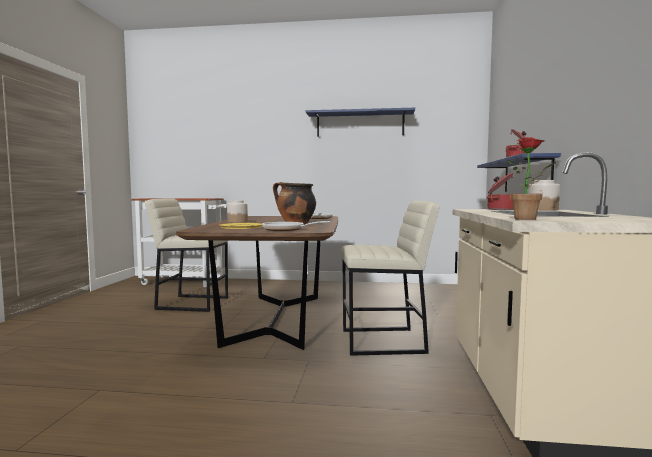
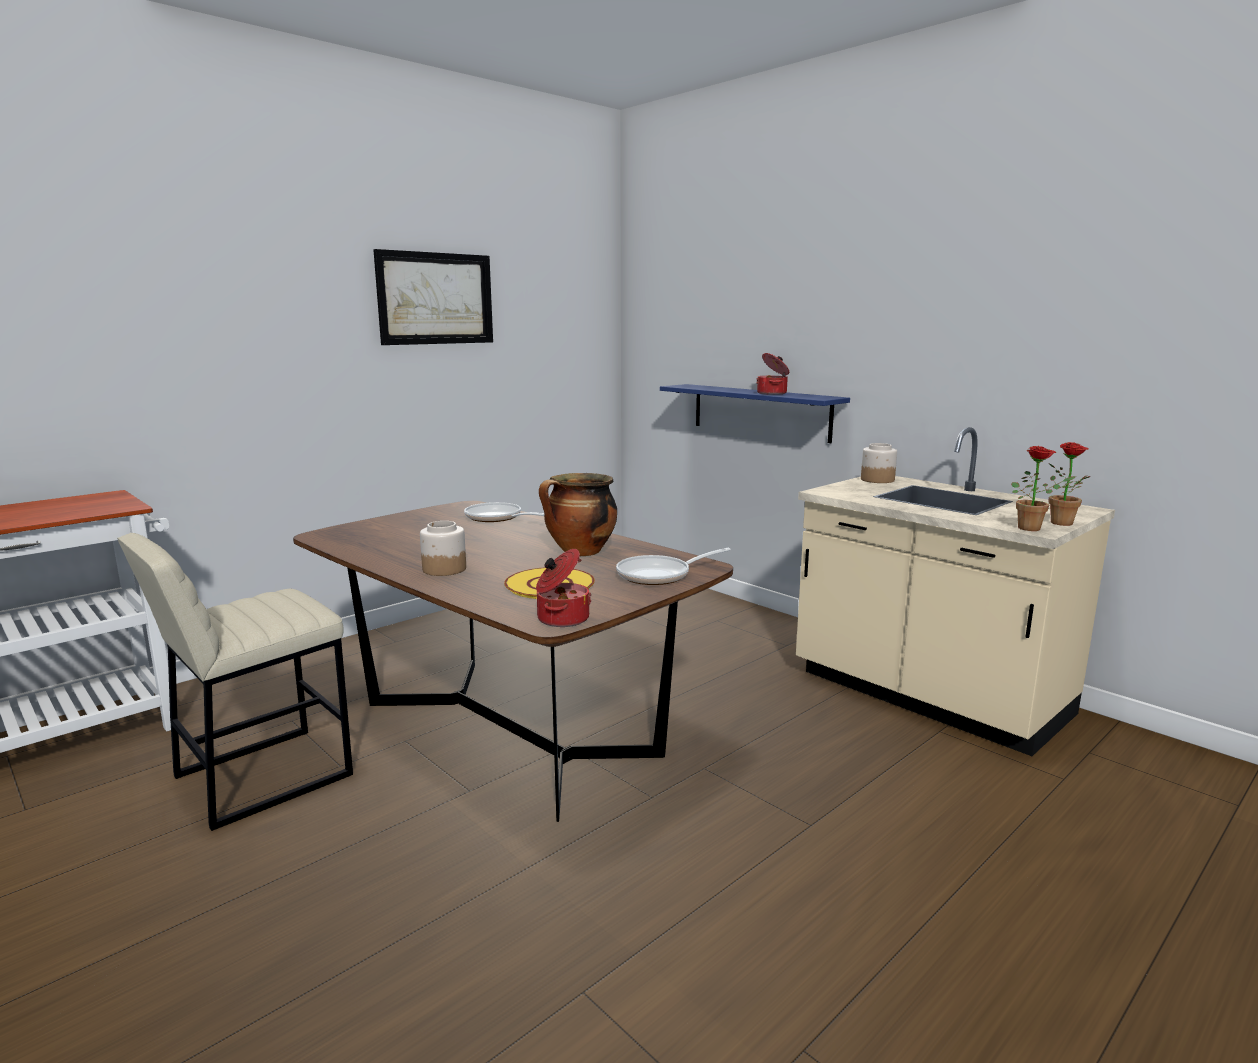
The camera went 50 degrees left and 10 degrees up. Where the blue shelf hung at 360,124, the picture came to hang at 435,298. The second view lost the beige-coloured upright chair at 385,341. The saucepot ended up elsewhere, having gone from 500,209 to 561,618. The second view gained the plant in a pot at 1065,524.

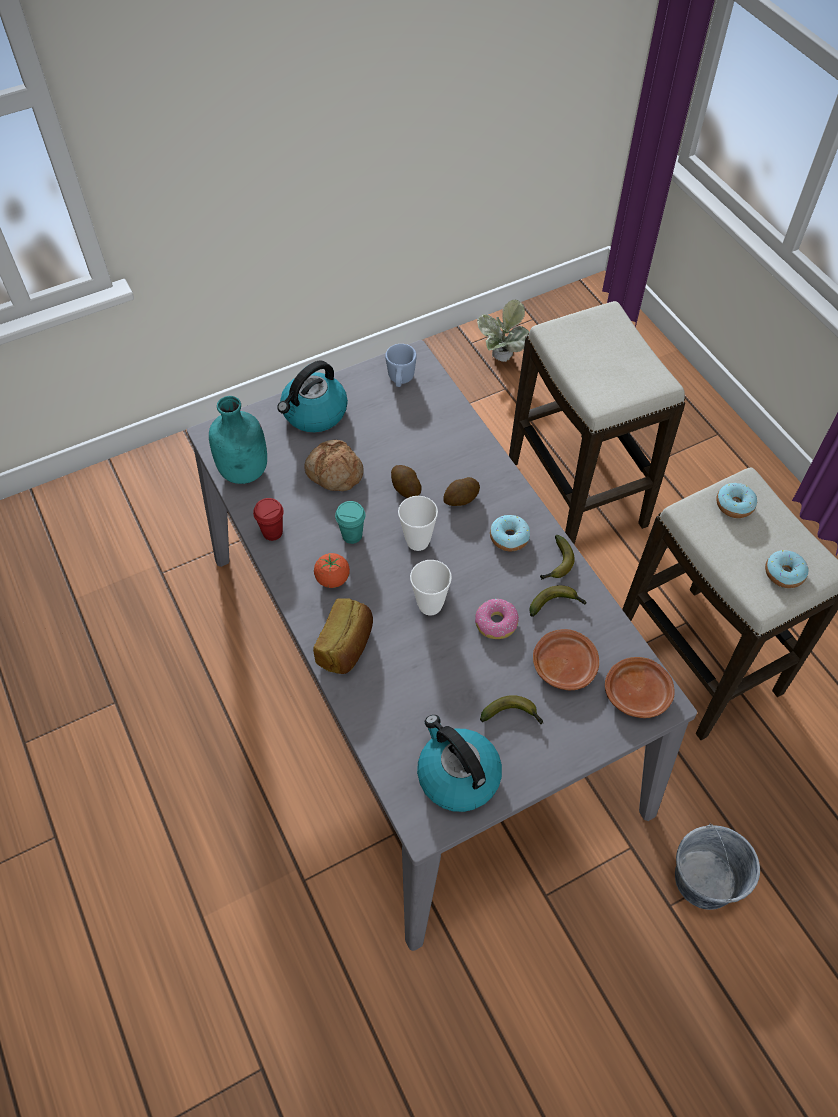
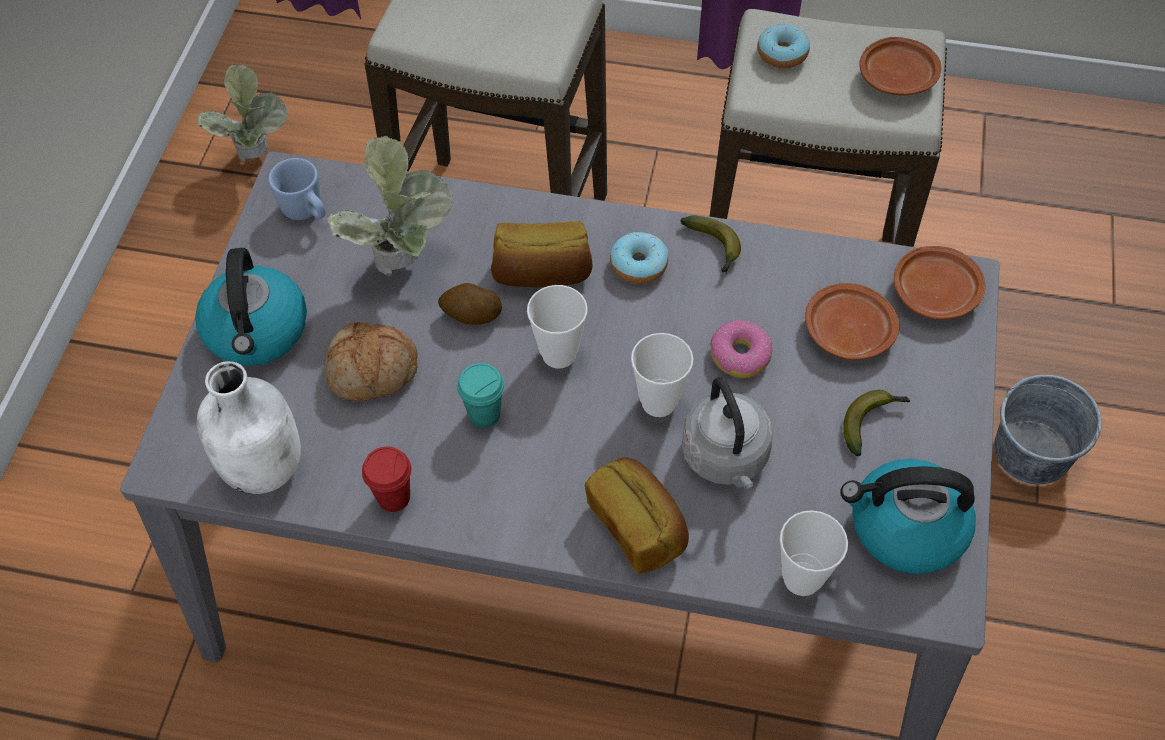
The camera went 50 degrees left and 0 degrees up. What was the turquoise bottle at 245,471 turned into the white bottle at 265,466. The second view lost the fresh tomato at 332,579. Where the potato stood at 461,499, the baked bread came to stand at 542,273. The second view lost the whole banana at 557,604. Where the donut stood at 784,573, the brown dinner plate came to stand at 897,77. The second view gained the plant in a pot at 405,268. The second view gained the grey water kettle at 726,458. The second view gained the cup at 802,578.

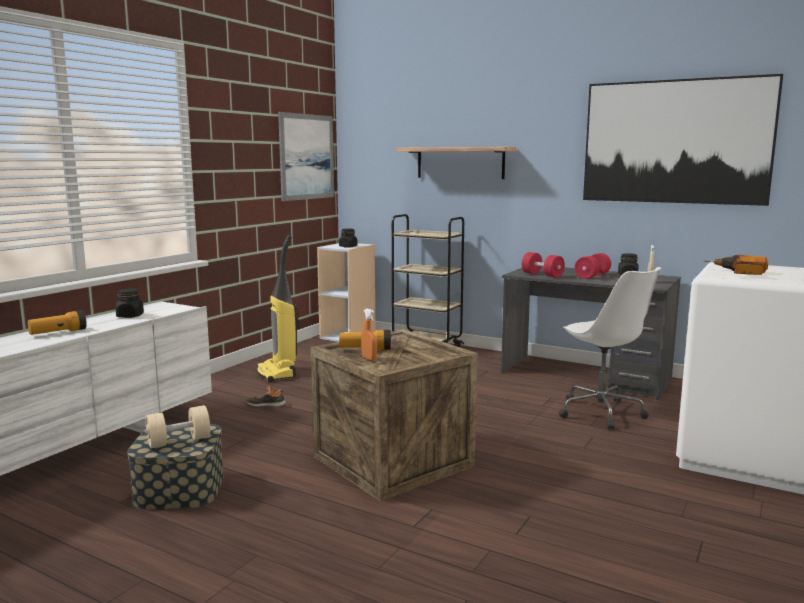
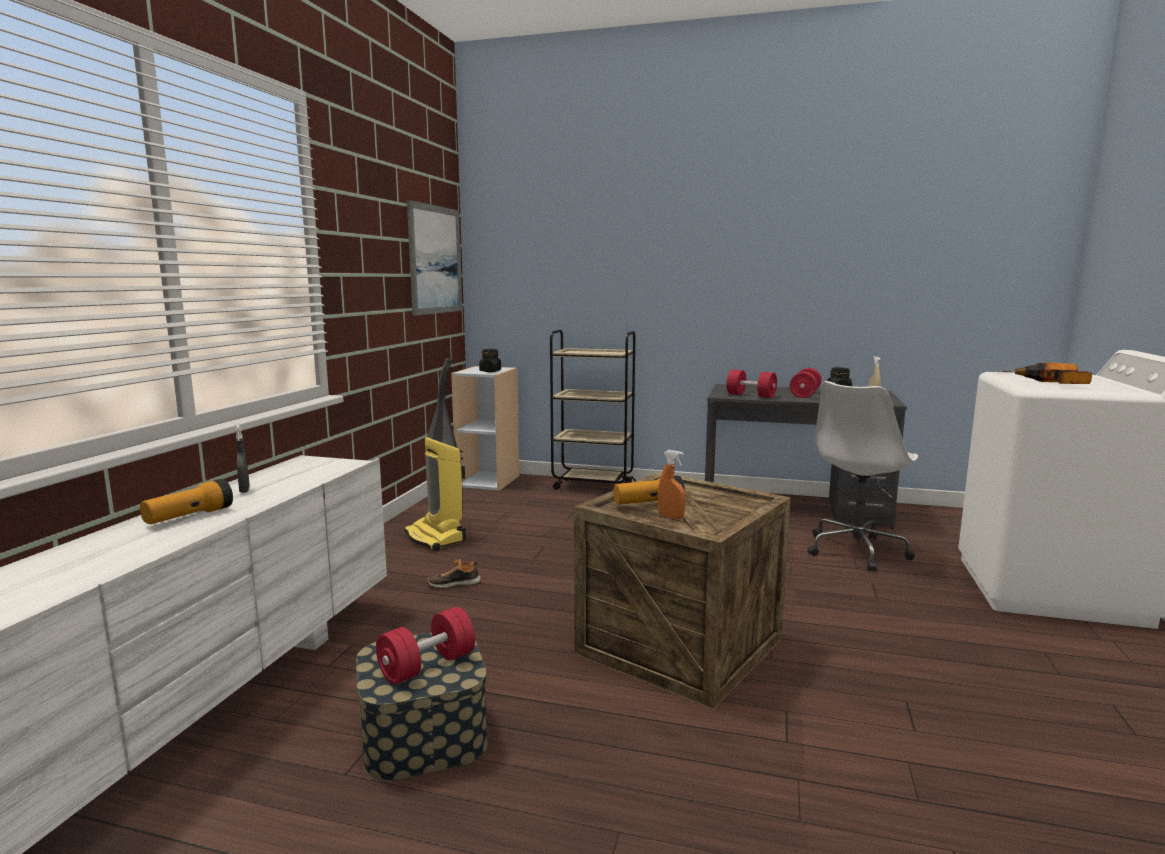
The camera went 15 degrees left and 0 degrees up. The second view lost the black-coloured jar at 130,316. What was the beige-coloured dumbbell at 179,441 turned into the red-coloured dumbbell at 427,666. The second view lost the shelf at 460,163. The white computer chair at 602,413 ended up facing another way, 90 degrees clockwise from before. The second view lost the picture at 675,142. The second view gained the grey spray bottle at 244,490.

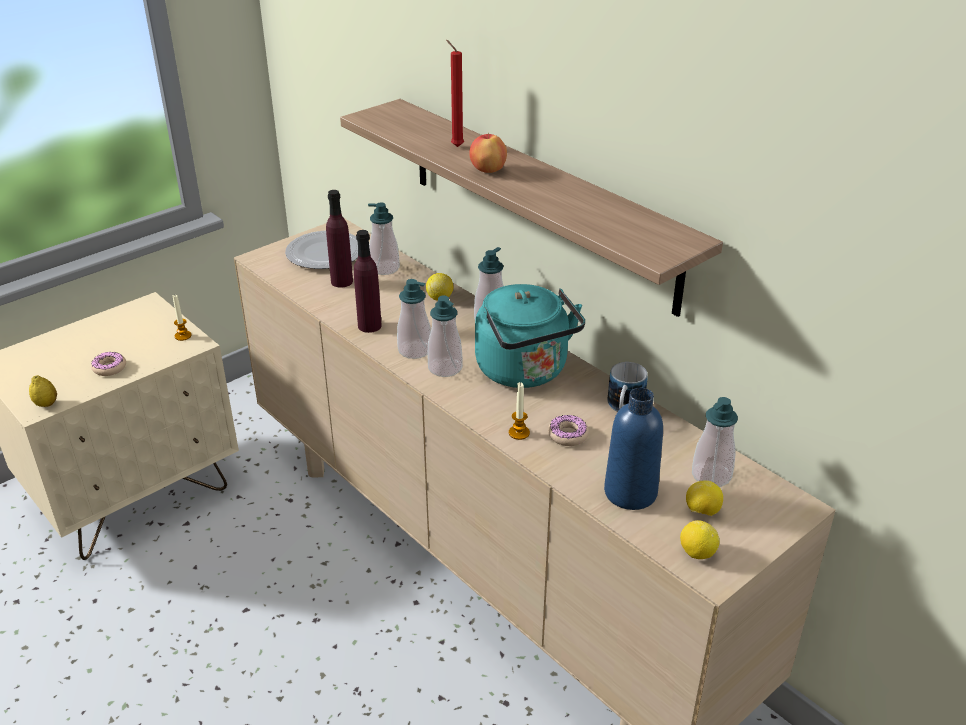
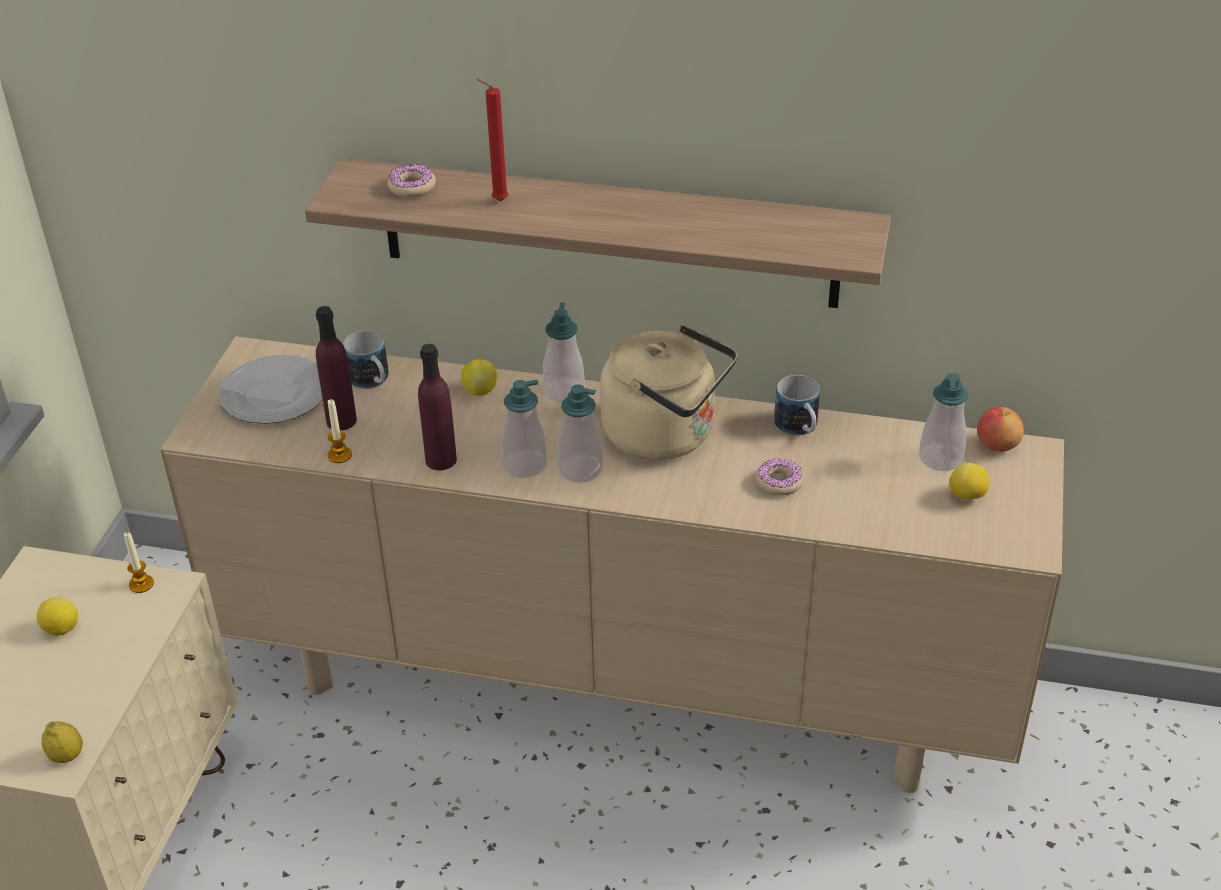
The camera went 35 degrees left and 5 degrees up. The donut ended up elsewhere, having gone from 109,368 to 412,187. Where the soap bottle stood at 384,268, the coffee mug came to stand at 372,382. The whole apple ended up elsewhere, having gone from 488,170 to 996,445. What was the turquoise water kettle at 525,372 turned into the beige-coloured water kettle at 666,435. The wax light ended up elsewhere, having gone from 519,433 to 339,455. The second view lost the blue bottle at 630,492. The citrus fruit ended up elsewhere, having gone from 696,553 to 61,629.

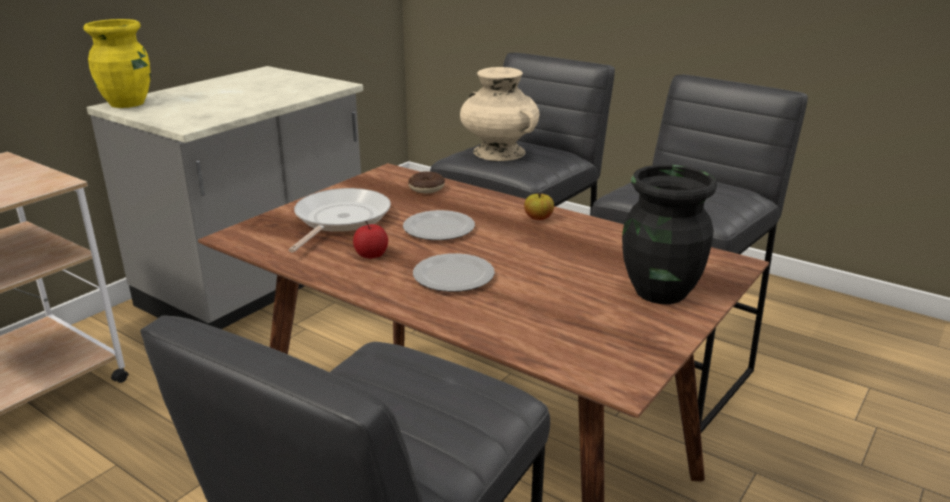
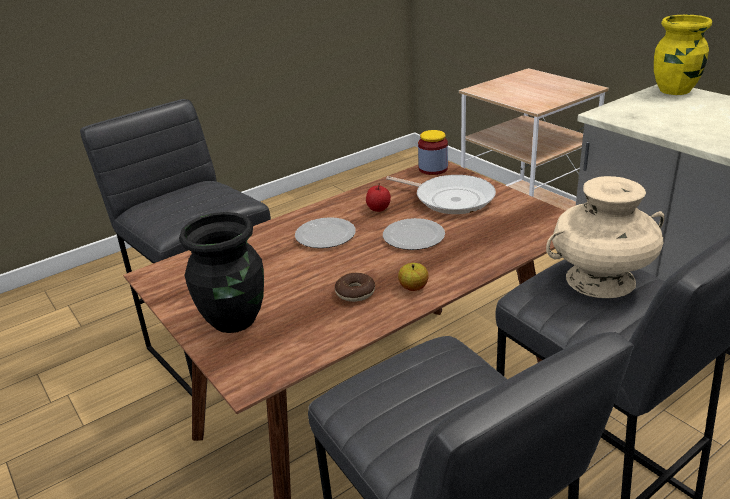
The camera went 110 degrees right and 5 degrees up. The donut ended up elsewhere, having gone from 426,188 to 355,293. The second view gained the jar at 433,169.

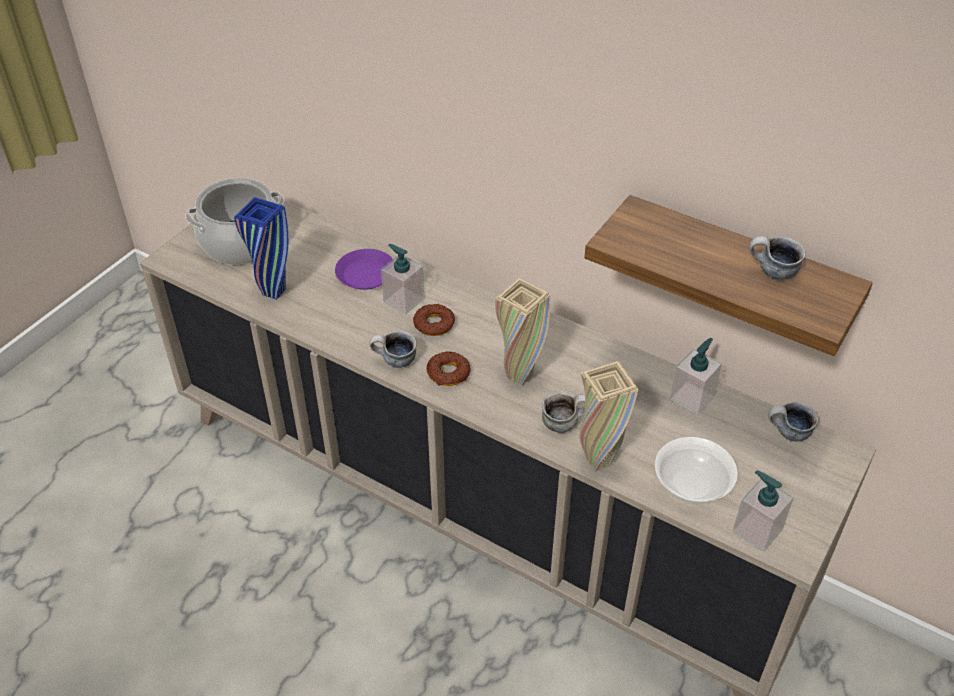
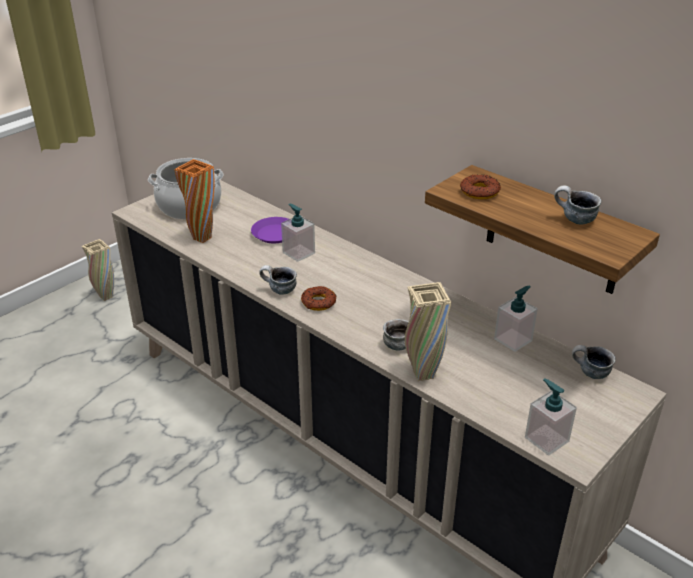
The camera went 10 degrees right and 10 degrees down. What was the blue flower vase at 274,292 turned into the orange flower vase at 202,238. The donut ended up elsewhere, having gone from 434,324 to 479,192. The beige-coloured flower vase ended up elsewhere, having gone from 519,377 to 106,297. The second view lost the serving bowl at 692,483.

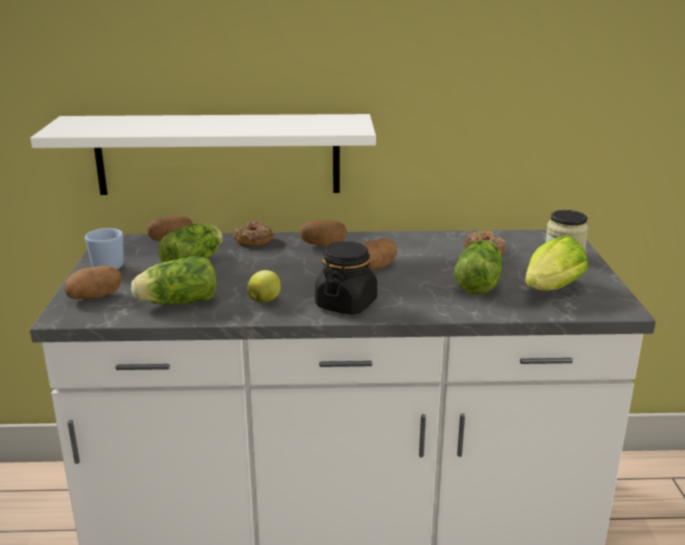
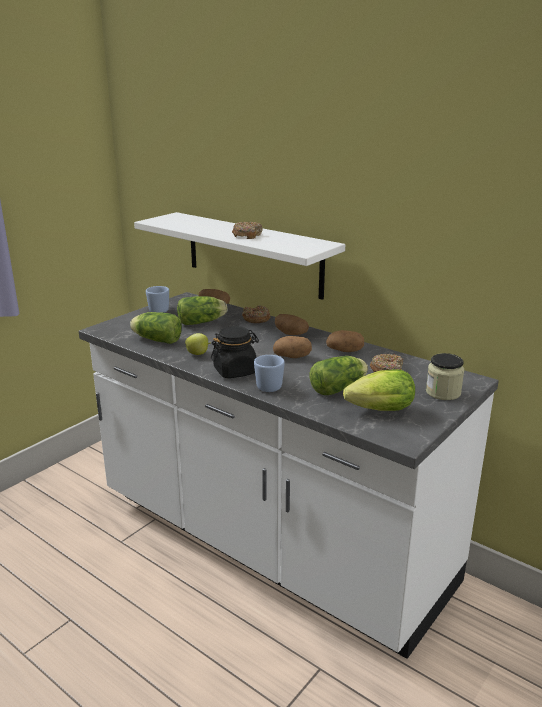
The camera went 40 degrees right and 0 degrees up. The potato ended up elsewhere, having gone from 95,296 to 345,351. The second view gained the donut at 247,235. The second view gained the blue coffee mug at 270,385.

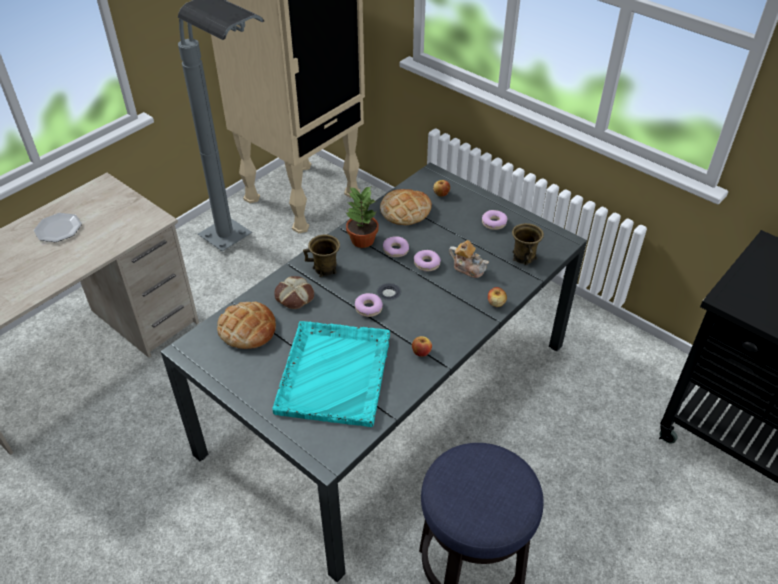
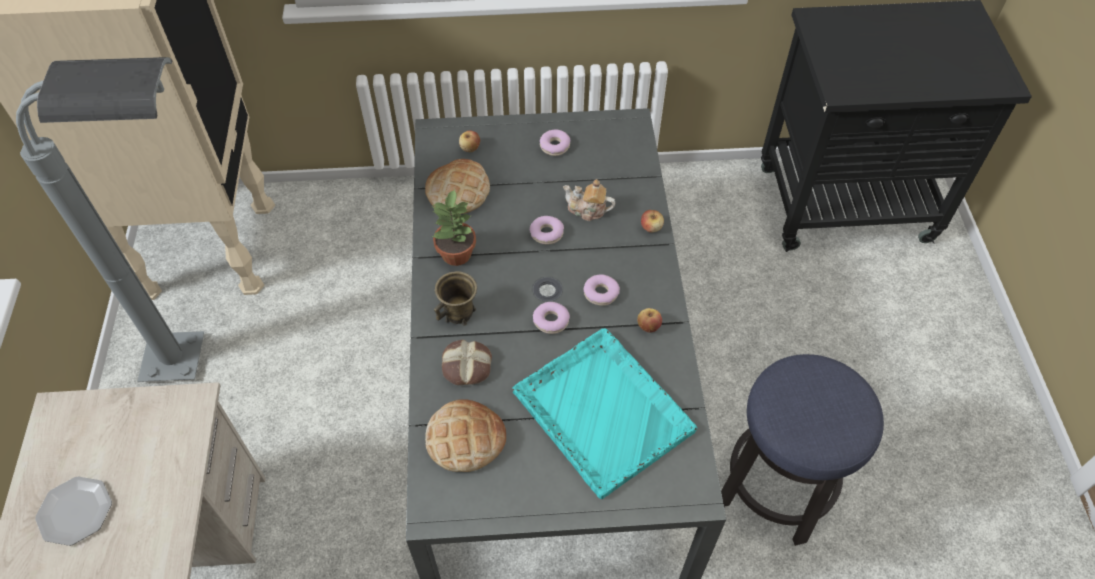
The camera went 45 degrees left and 10 degrees up. The donut ended up elsewhere, having gone from 395,250 to 601,293. The pot for tea at 468,268 ended up facing another way, 150 degrees counterclockwise from before. The second view lost the brown coffee mug at 524,257.

